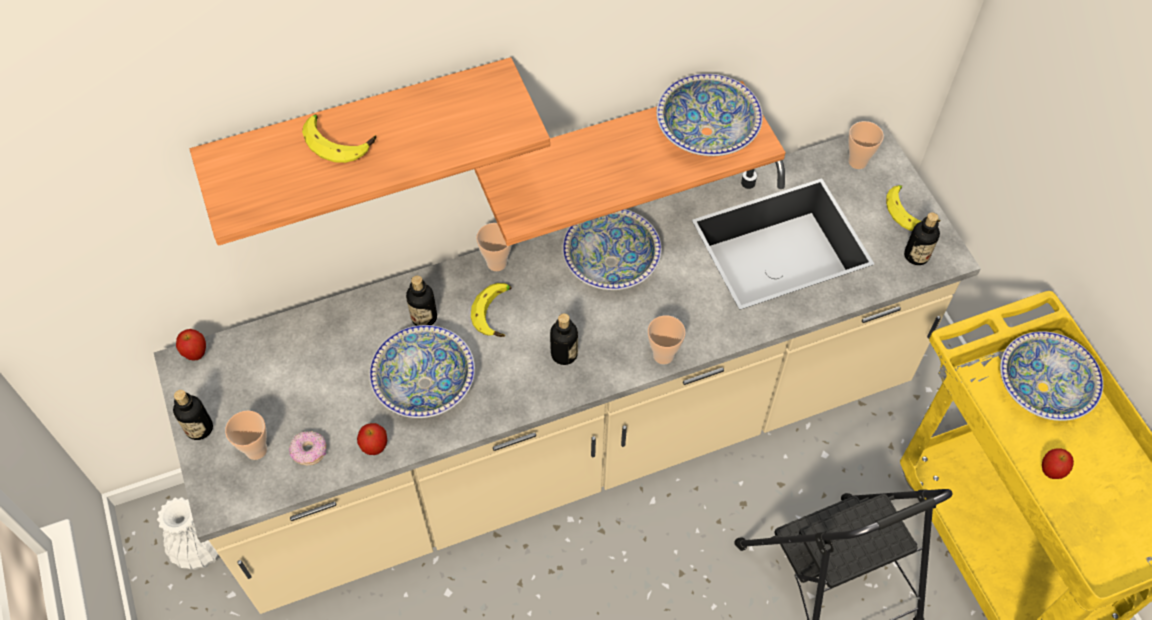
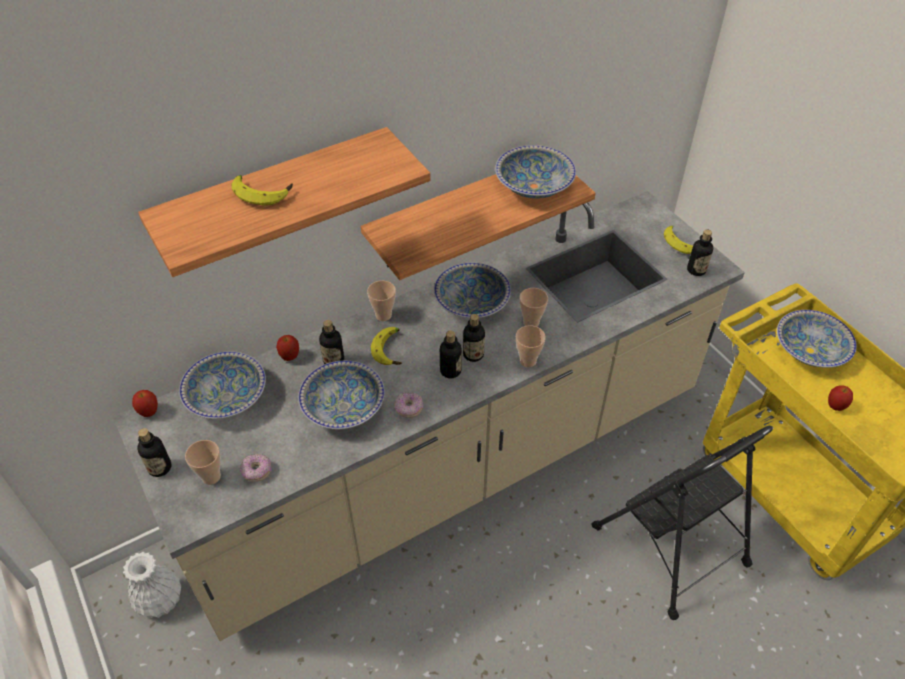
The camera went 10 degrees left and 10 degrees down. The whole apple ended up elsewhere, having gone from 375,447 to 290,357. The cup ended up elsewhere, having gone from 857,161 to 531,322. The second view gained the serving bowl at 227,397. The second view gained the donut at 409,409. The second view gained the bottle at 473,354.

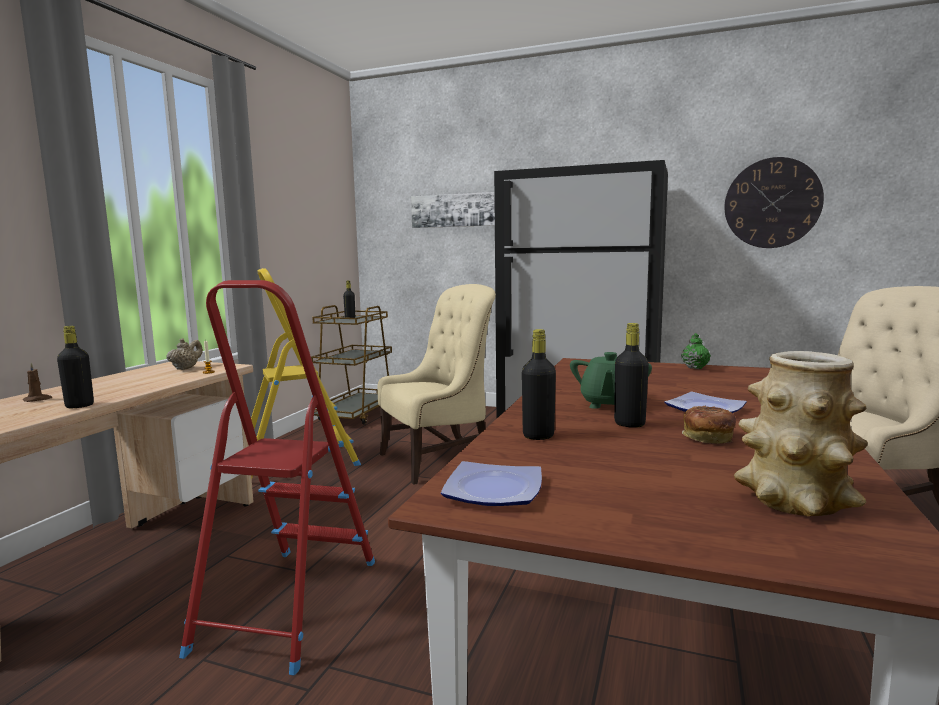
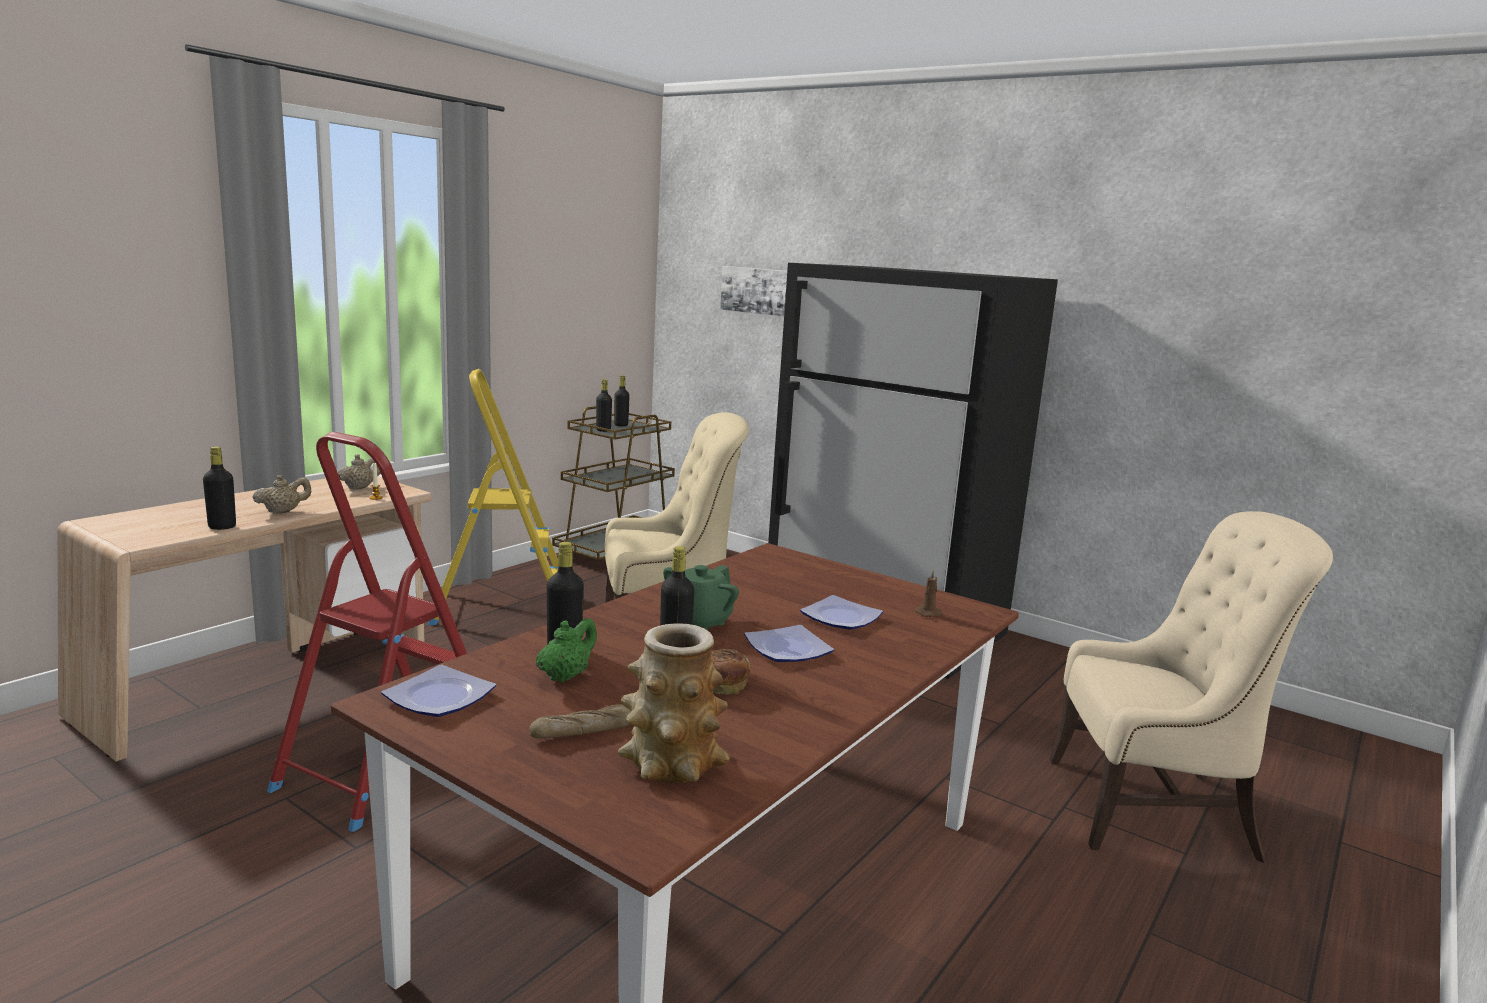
The camera went 15 degrees right and 5 degrees up. The brown wax light ended up elsewhere, having gone from 38,399 to 929,613. The greenish pot for tea ended up elsewhere, having gone from 695,367 to 566,676. The second view lost the clock on the wall at 772,203. The second view gained the beige-coloured pot for tea at 283,512. The second view gained the baked bread at 583,731. The second view gained the black-coloured bottle at 603,430. The second view gained the dinner plate at 842,618.

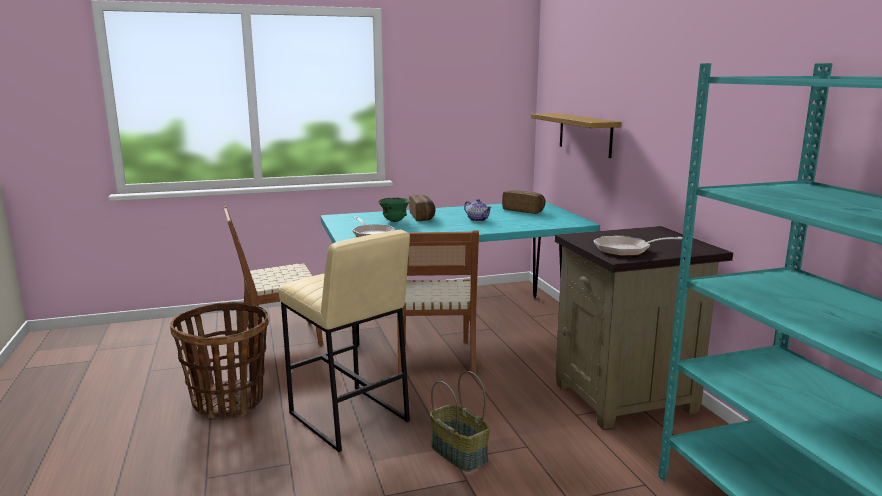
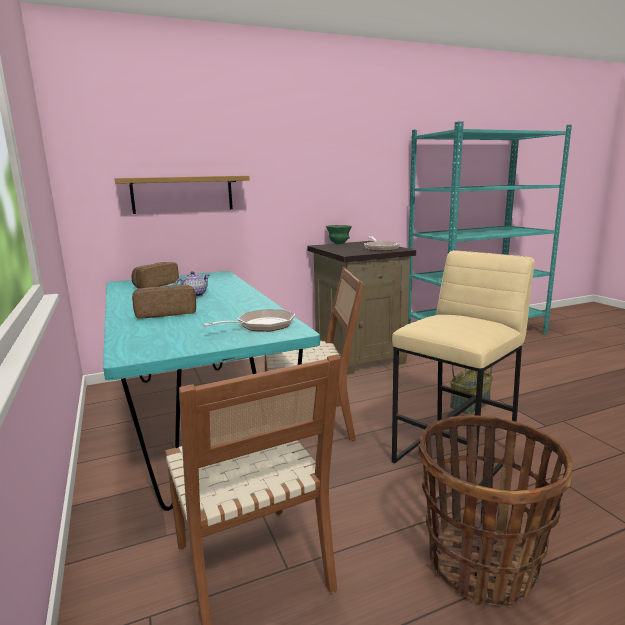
The camera went 95 degrees left and 0 degrees up. The greenish serving bowl ended up elsewhere, having gone from 394,221 to 338,244.

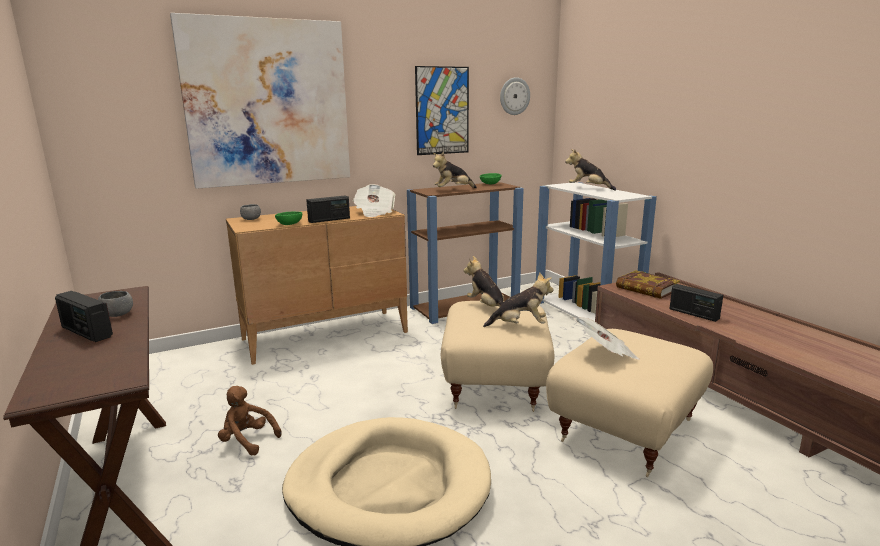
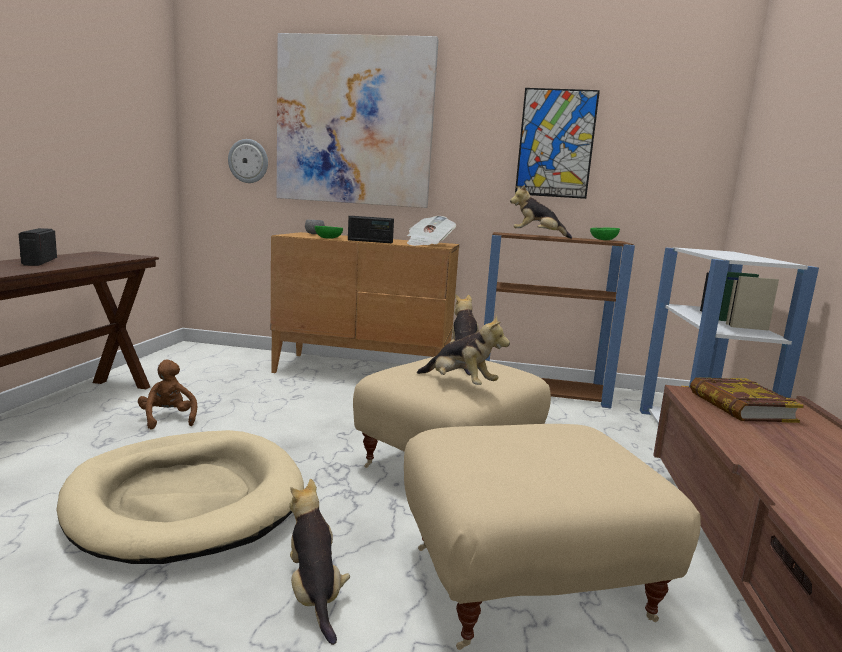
The camera went 35 degrees right and 5 degrees down. The second view lost the grey serving bowl at 117,315. The clock on the wall ended up elsewhere, having gone from 514,96 to 248,161. The soft toy ended up elsewhere, having gone from 588,188 to 314,593. The second view lost the printed paper at 605,354. The second view lost the radio set at 693,314.

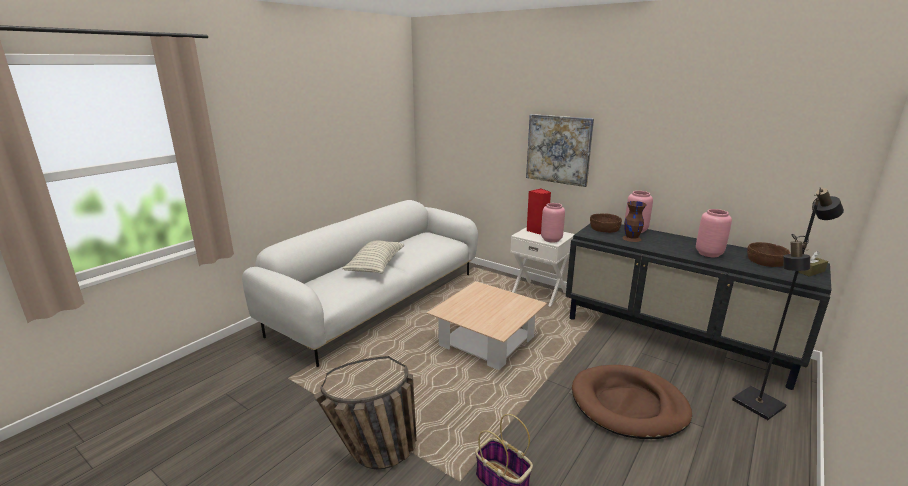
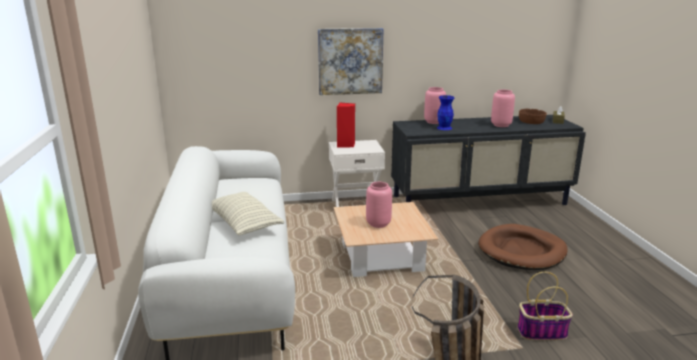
The camera went 45 degrees left and 0 degrees up. The pink flower vase ended up elsewhere, having gone from 551,239 to 378,223. The second view lost the brown serving bowl at 604,228. What was the brown flower vase at 632,238 turned into the blue flower vase at 444,128. The second view lost the black-coloured standard lamp at 758,403.

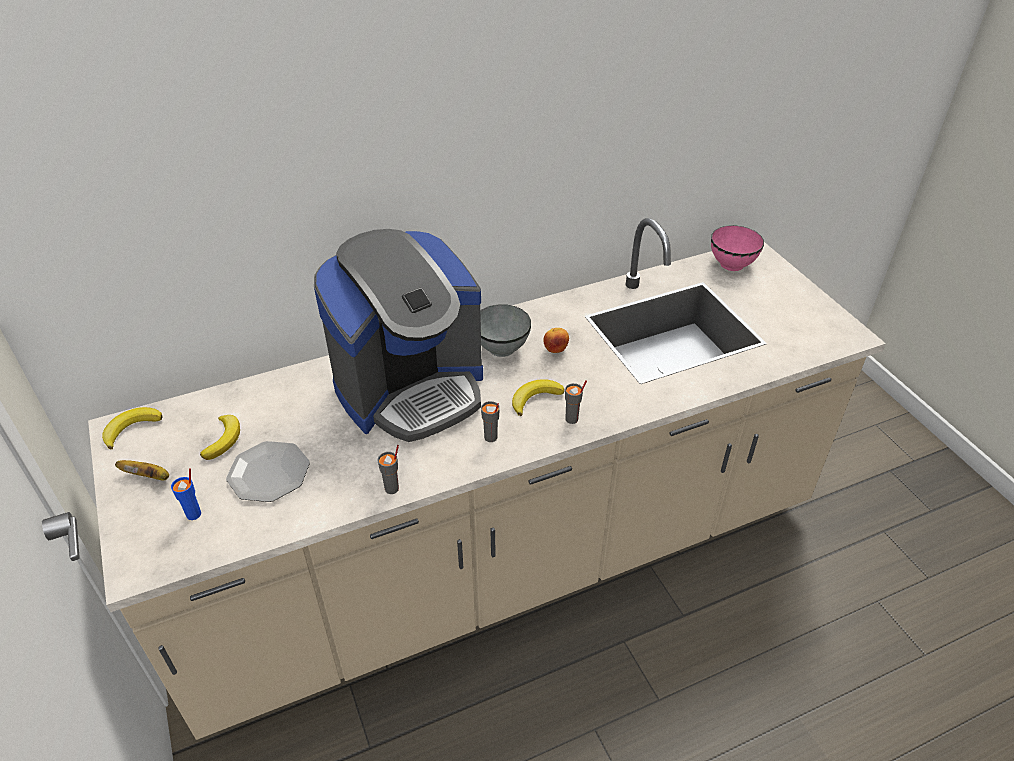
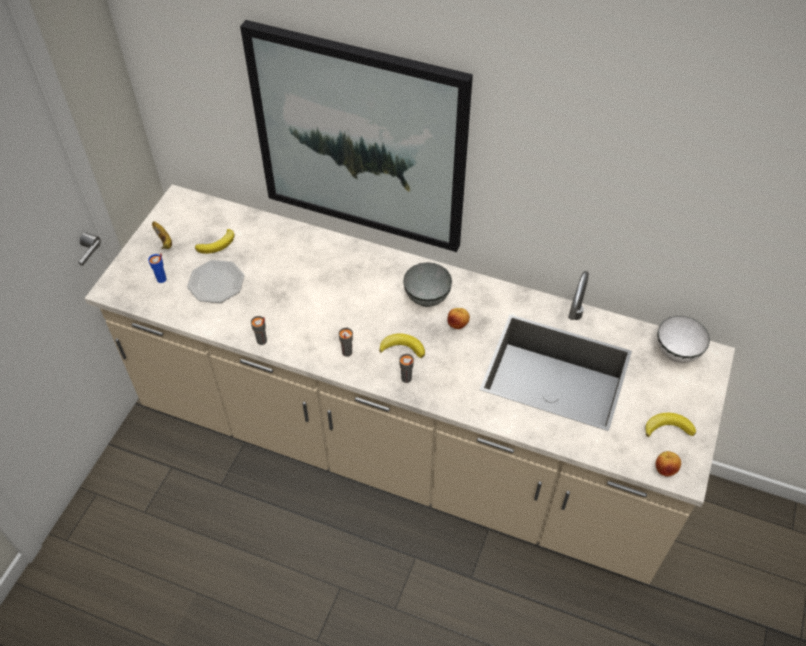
The camera went 45 degrees right and 10 degrees up. The whole banana ended up elsewhere, having gone from 131,428 to 668,427. The second view lost the coffee brewer at 411,388. What was the pink serving bowl at 731,264 turned into the white serving bowl at 676,352. The second view gained the picture at 360,140. The second view gained the whole apple at 665,469.

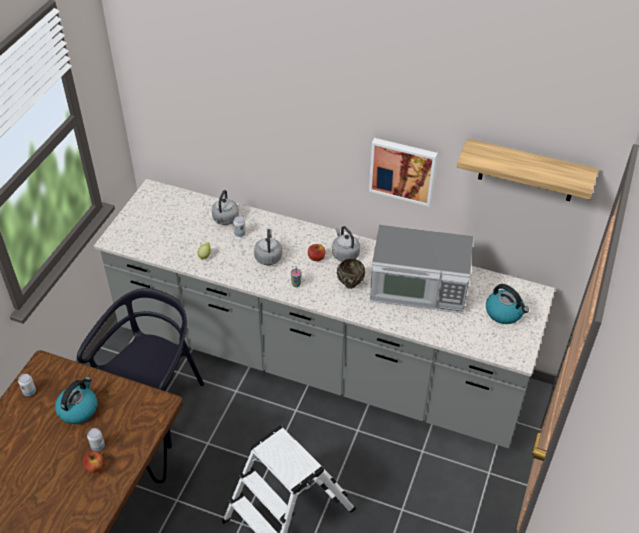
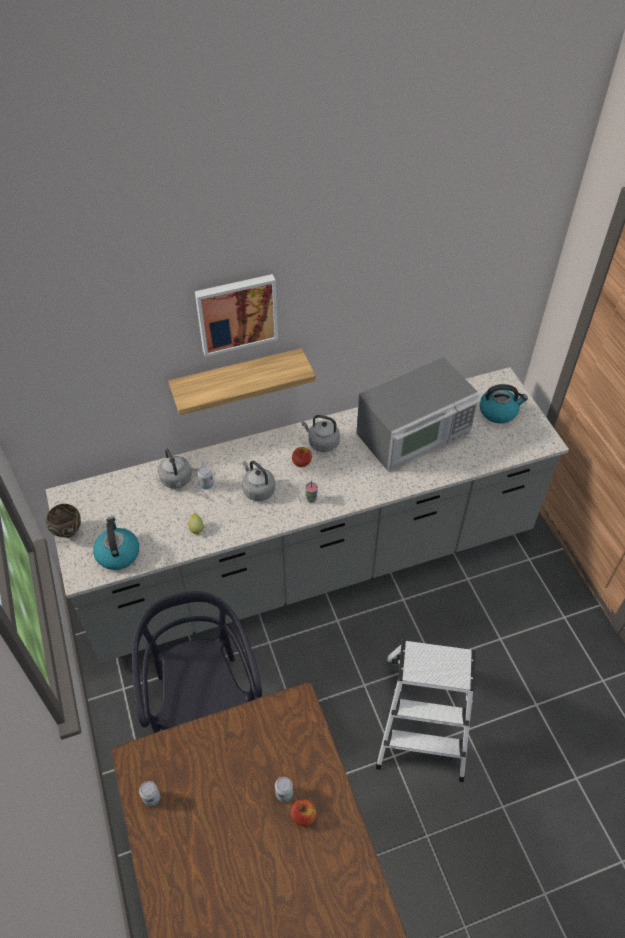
The camera went 40 degrees left and 5 degrees up. The water kettle ended up elsewhere, having gone from 78,409 to 117,553. The brown serving bowl ended up elsewhere, having gone from 350,284 to 68,532. The picture ended up elsewhere, having gone from 403,170 to 236,313. The shelf ended up elsewhere, having gone from 527,171 to 237,381.

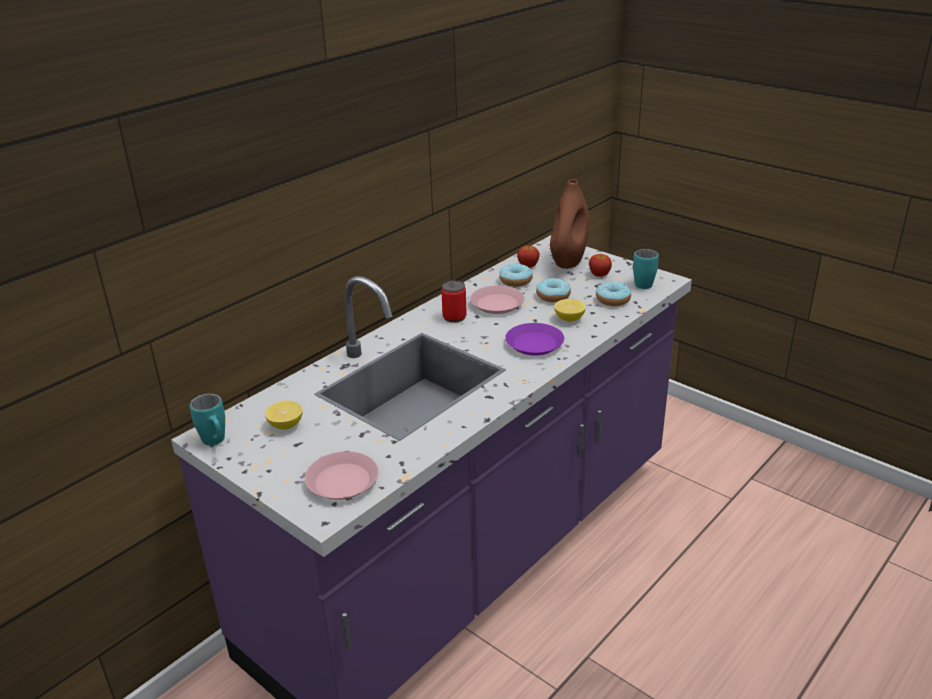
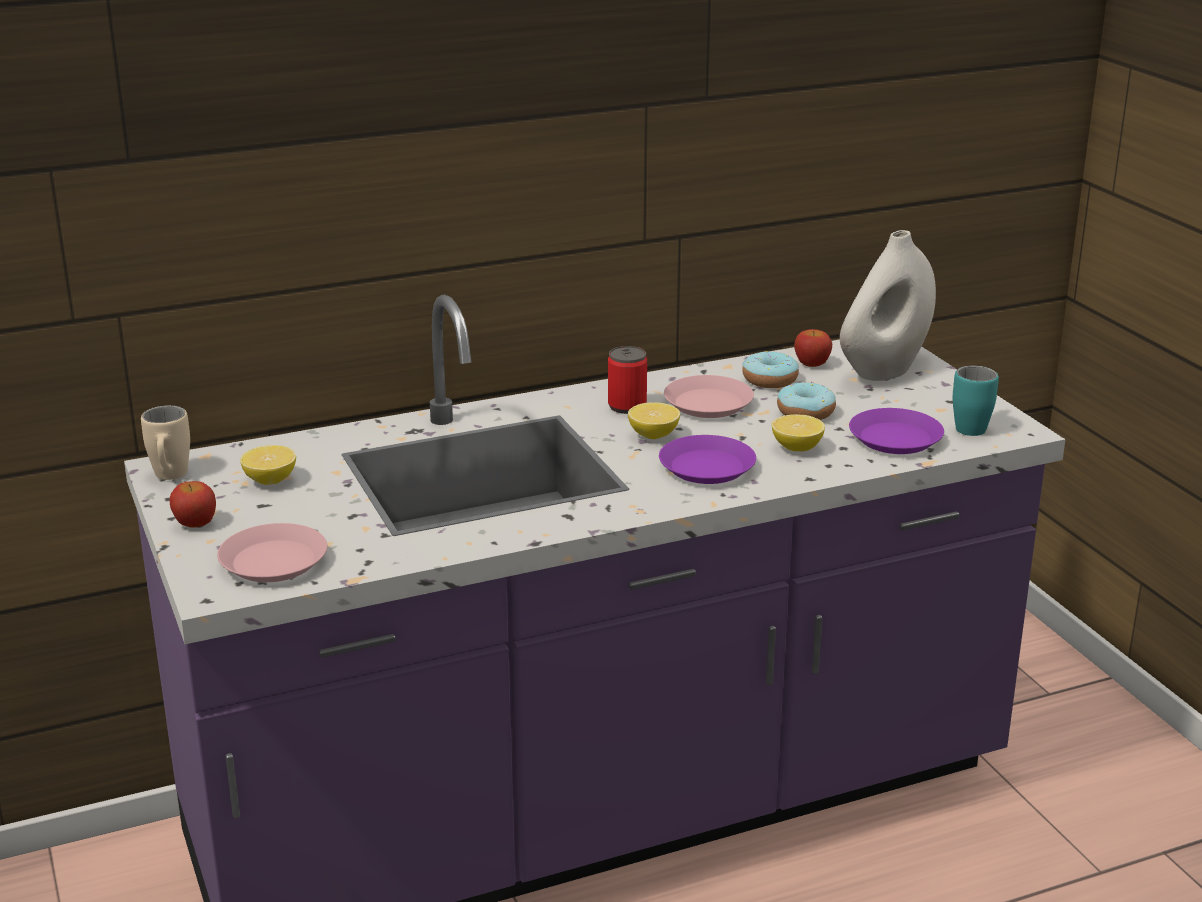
The camera went 25 degrees right and 5 degrees down. What was the turquoise coffee mug at 216,443 turned into the beige-coloured coffee mug at 170,478. What was the brown flower vase at 568,261 turned into the white flower vase at 884,371. The whole apple ended up elsewhere, having gone from 599,275 to 195,523. Where the donut stood at 612,300, the purple dinner plate came to stand at 895,438. The second view gained the citrus fruit at 653,435.

